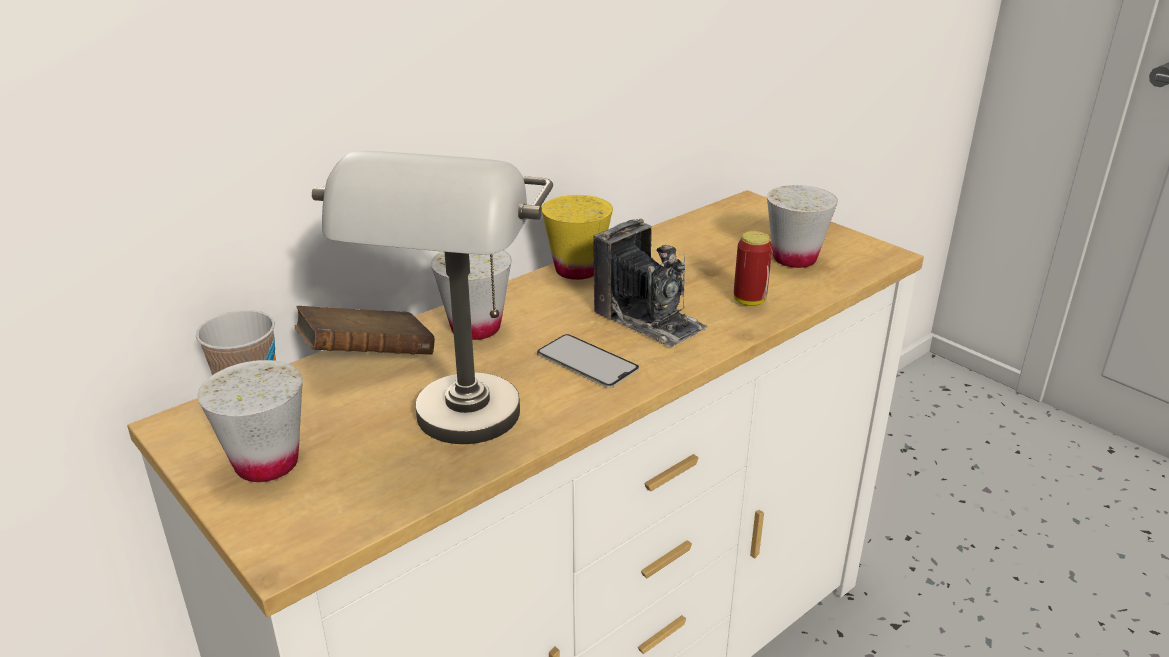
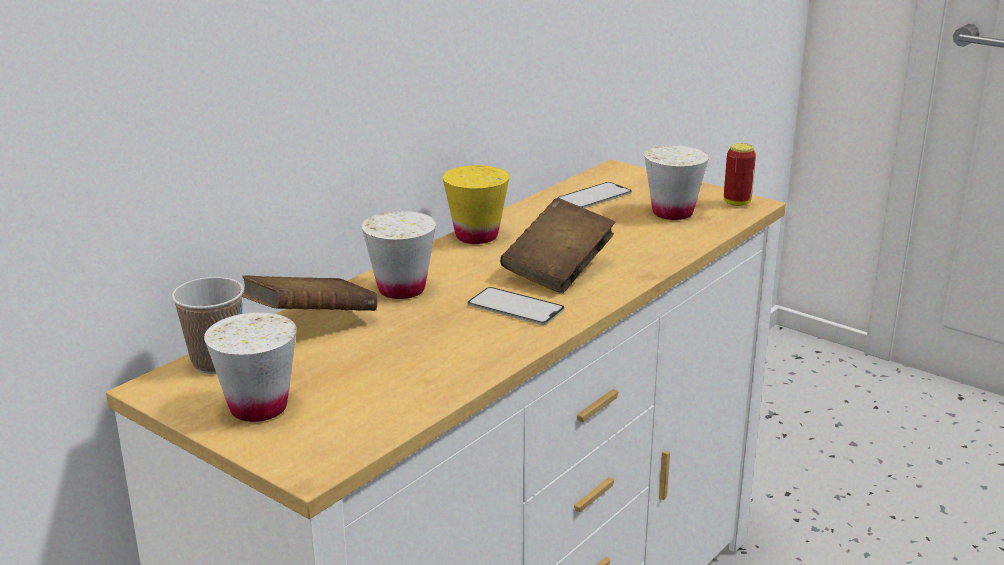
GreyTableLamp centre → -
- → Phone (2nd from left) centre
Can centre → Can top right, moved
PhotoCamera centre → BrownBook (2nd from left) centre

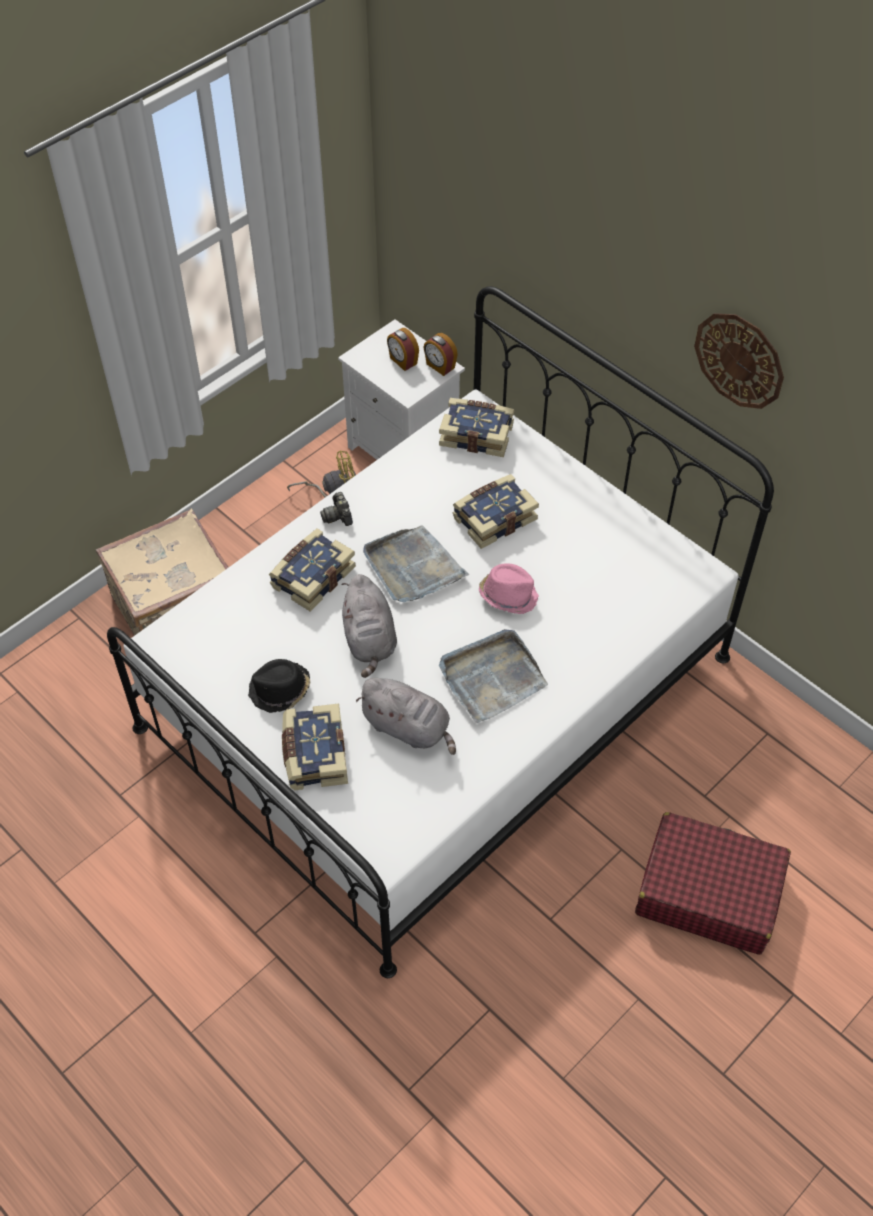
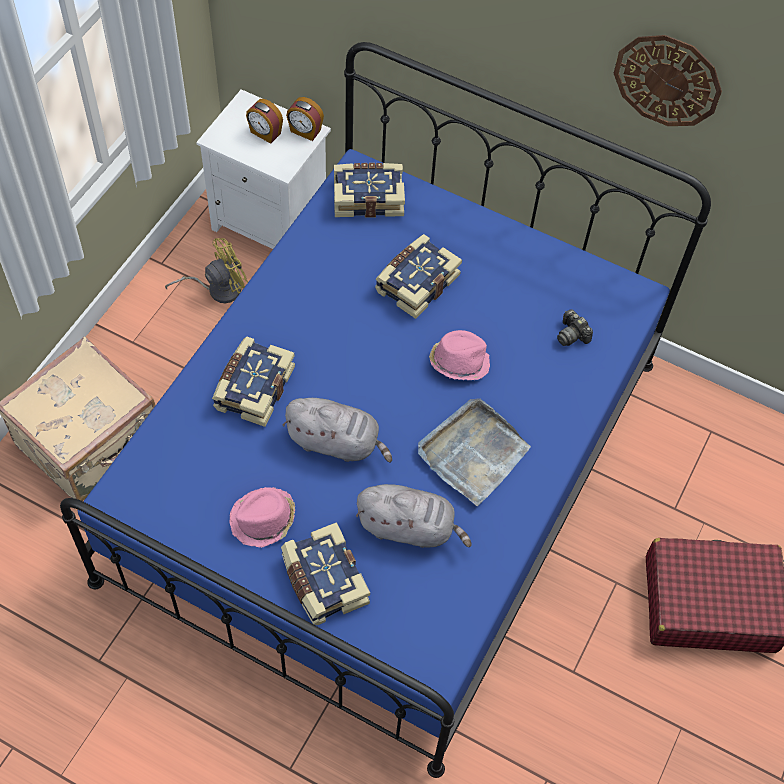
GreyTray (1st from left) centre → -
PhotoCamera centre → PhotoCamera middle right, moved
WhiteBed centre → BlueBed centre
BlackHat middle left → PinkHat (1st from left) centre
GreyPlushToy (1st from left) centre, 45 degrees counterclockwise

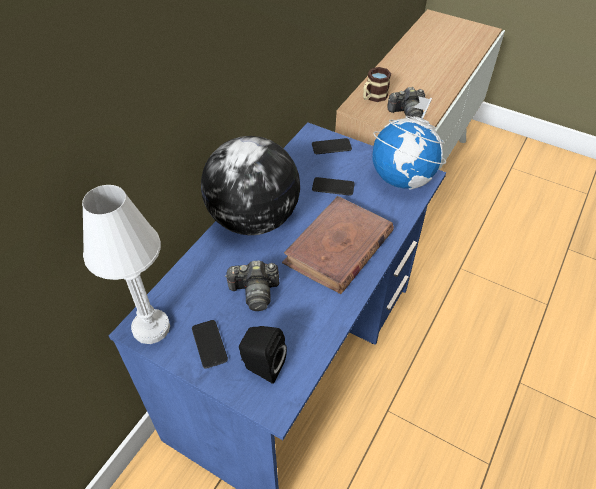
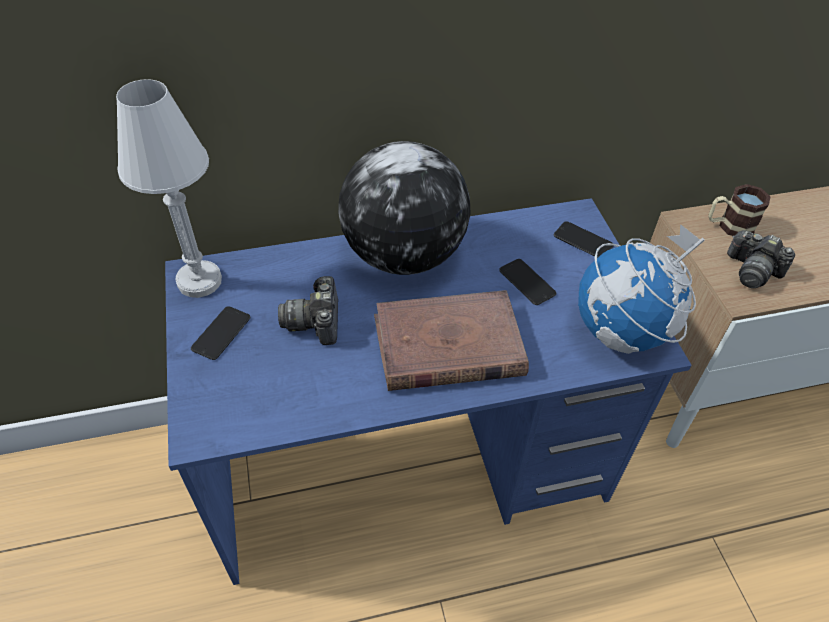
BlackSpeaker bottom centre → -
PhotoCamera (1st from left) centre, 45 degrees clockwise

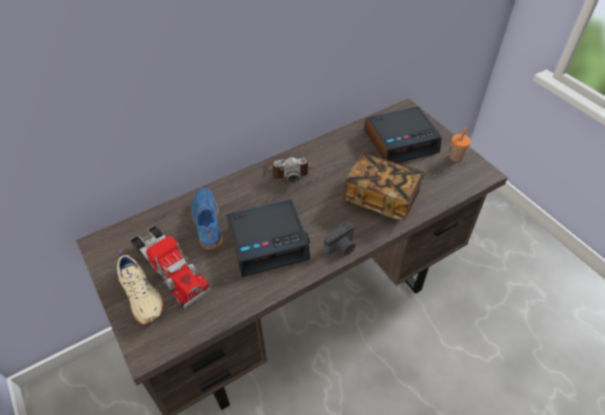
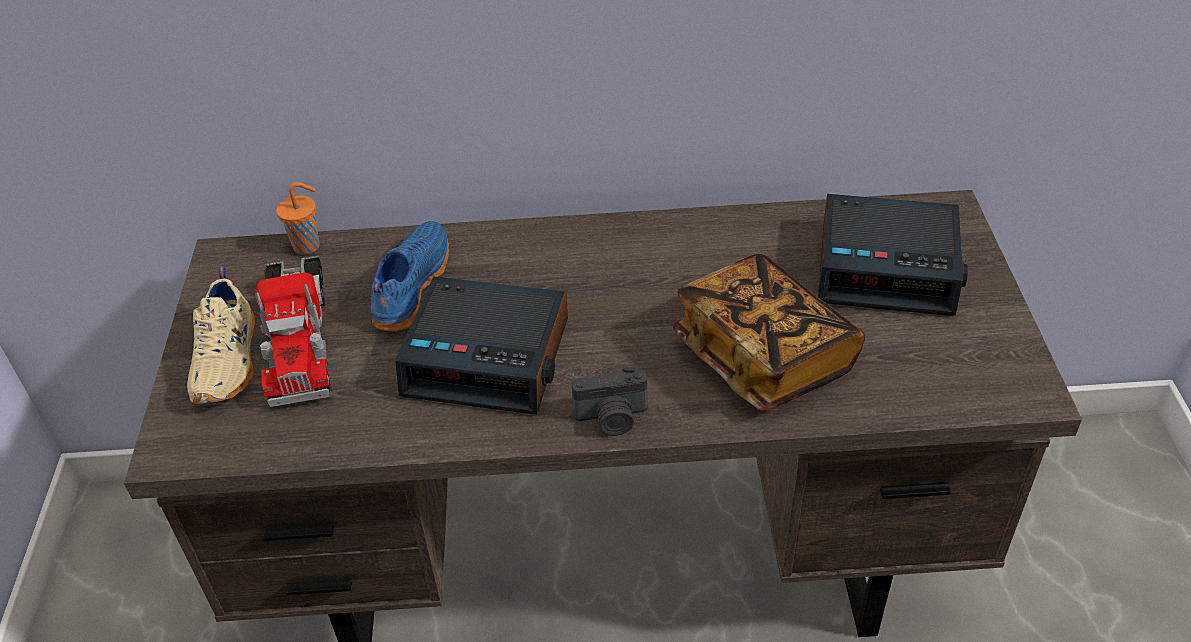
PhotoCamera (1st from left) centre → -
OrangeCup middle right → OrangeCup middle left, moved

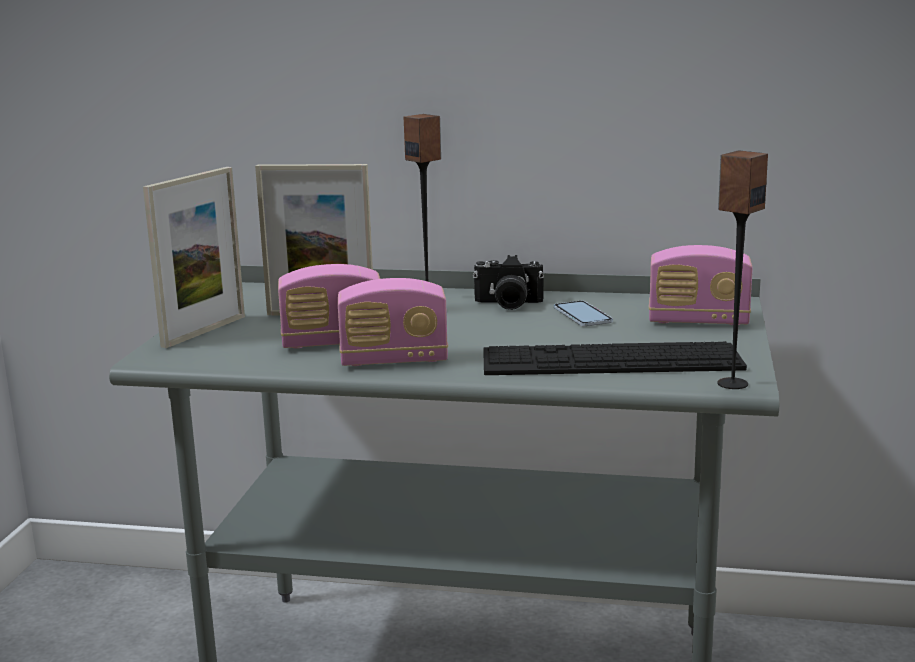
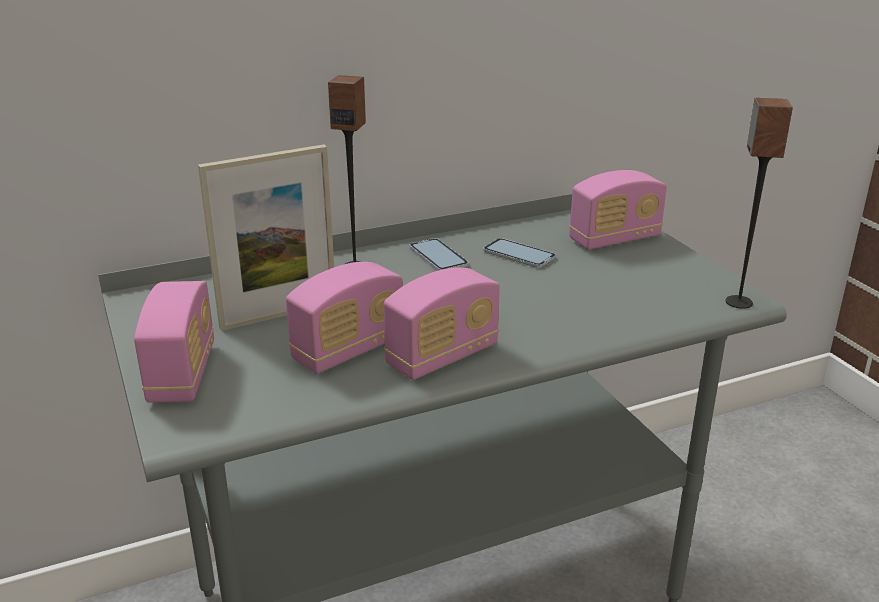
Keyboard middle right → -
PictureFrame (1st from left) middle left → Radio (1st from left) middle left
PhotoCamera centre → Phone (1st from left) centre

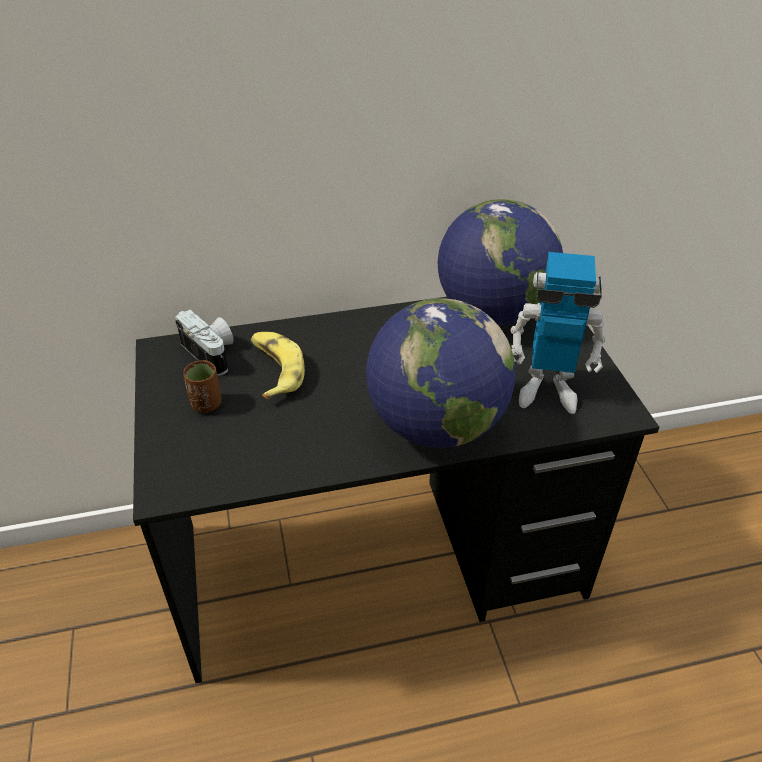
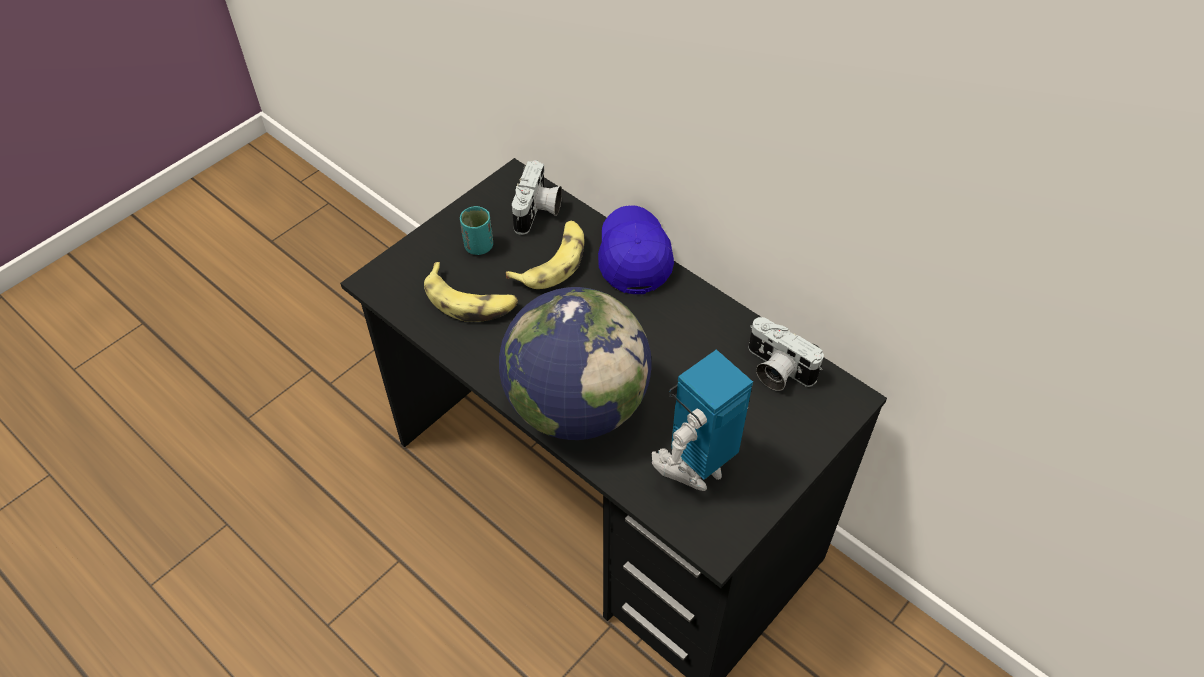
- → Banana (1st from left) centre
- → BlueCap centre
Globe (2nd from left) centre → PhotoCamera (2nd from left) centre
BrownCup middle left → TurquoiseCup centre
ToyRobot middle right → ToyRobot centre, 75 degrees clockwise

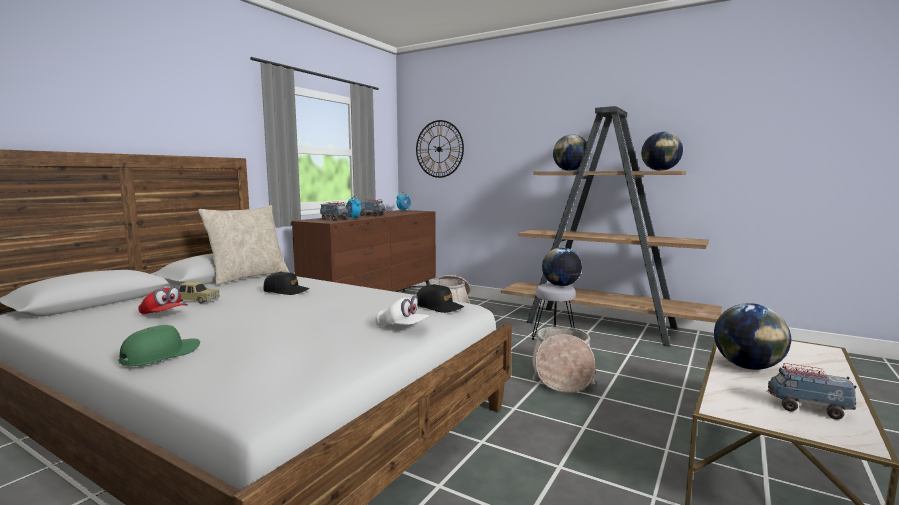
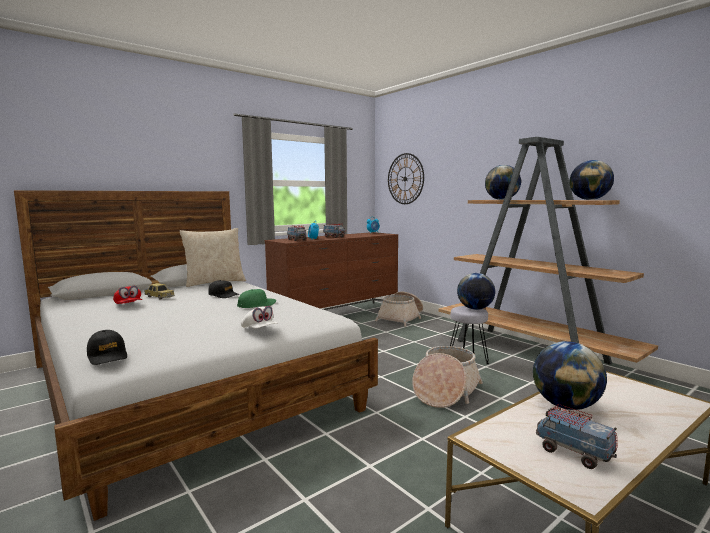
GreenCap bottom left → GreenCap centre, moved
BlackCap (2nd from left in the first image) centre → BlackCap (1st from left) middle left, moved

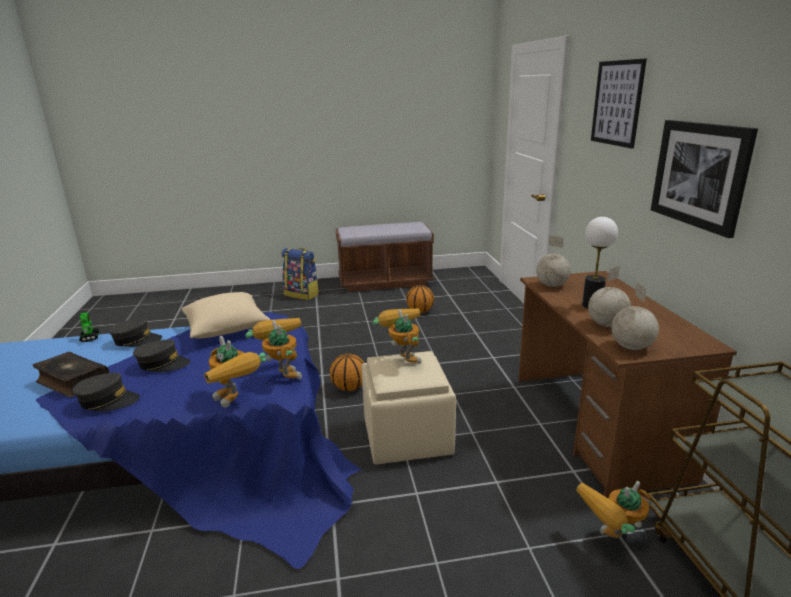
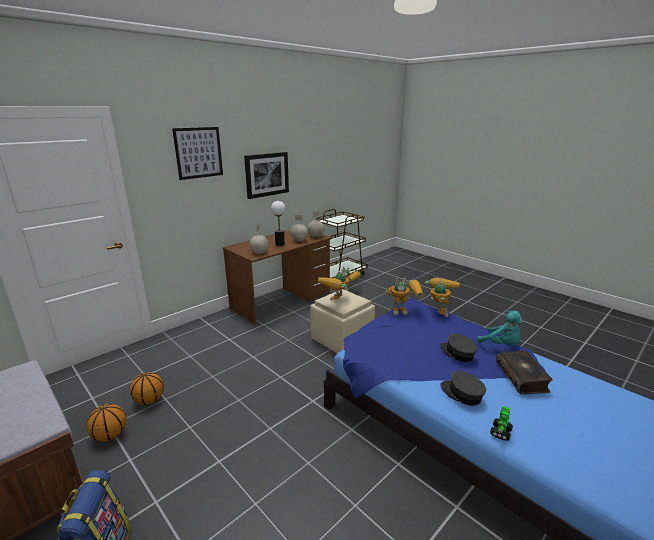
BeigePillow middle left → -
Basketball (1st from left) centre → Basketball (1st from left) bottom left, moved
GreyCap (1st from left) middle left → TurquoisePlushToy middle right
ToyRobot (3rd from left) centre, 120 degrees counterclockwise

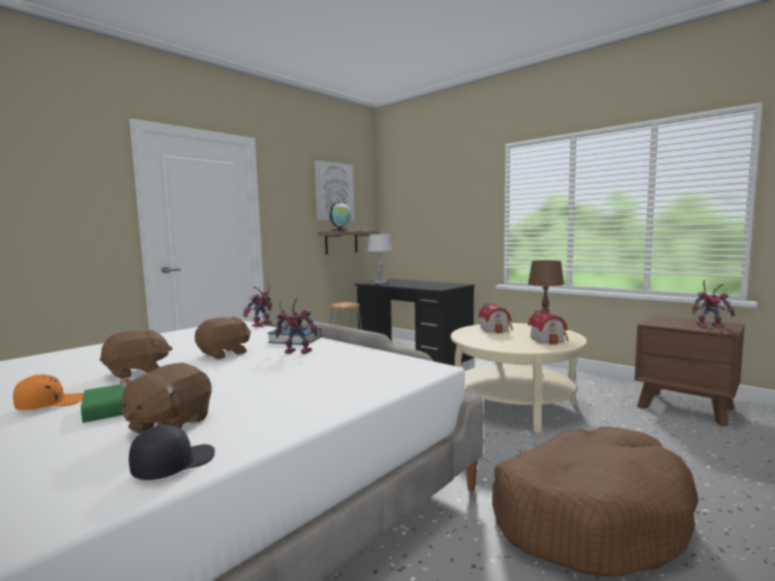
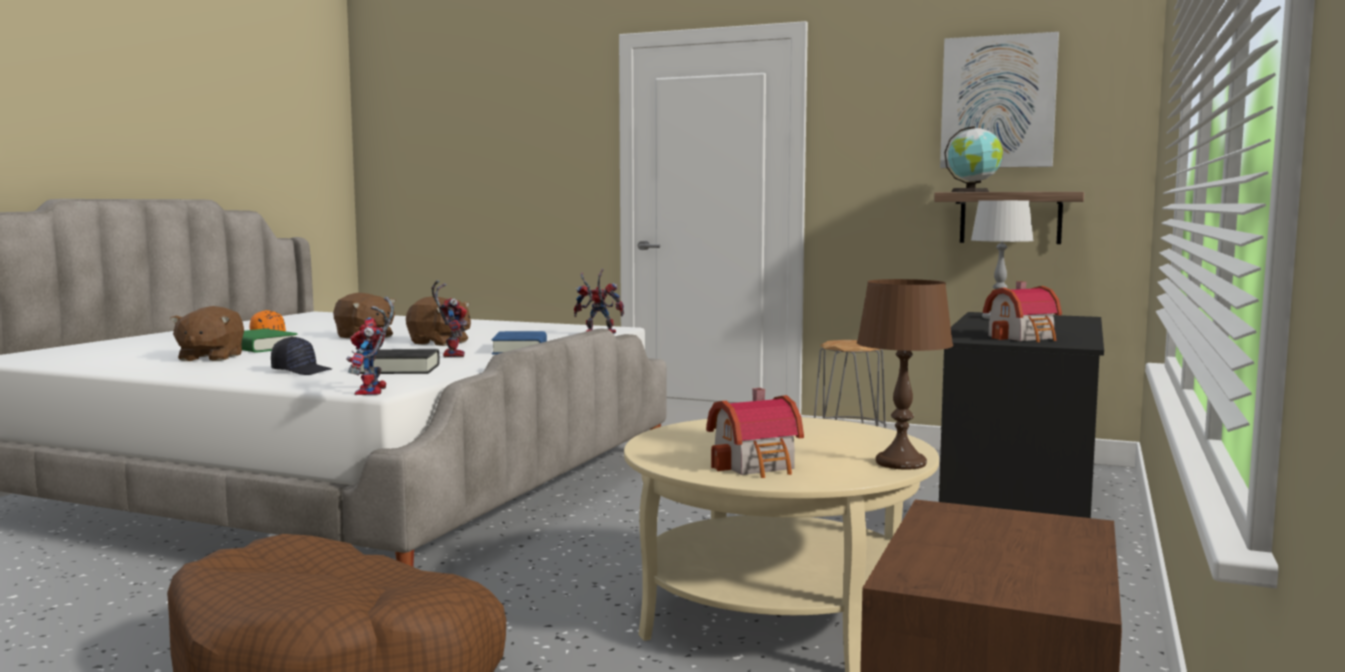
- → BlackBook middle left
BlackCap bottom left → BlackCap middle left, moved
ToyHouse (1st from left in the first image) centre → ToyHouse (2nd from left) middle right, moved
ToyRobot (3rd from left in the first image) middle right → ToyRobot (1st from left) middle left, moved
BrownPlushToy (2nd from left in the first image) bottom left → BrownPlushToy (1st from left) middle left, 90 degrees counterclockwise

